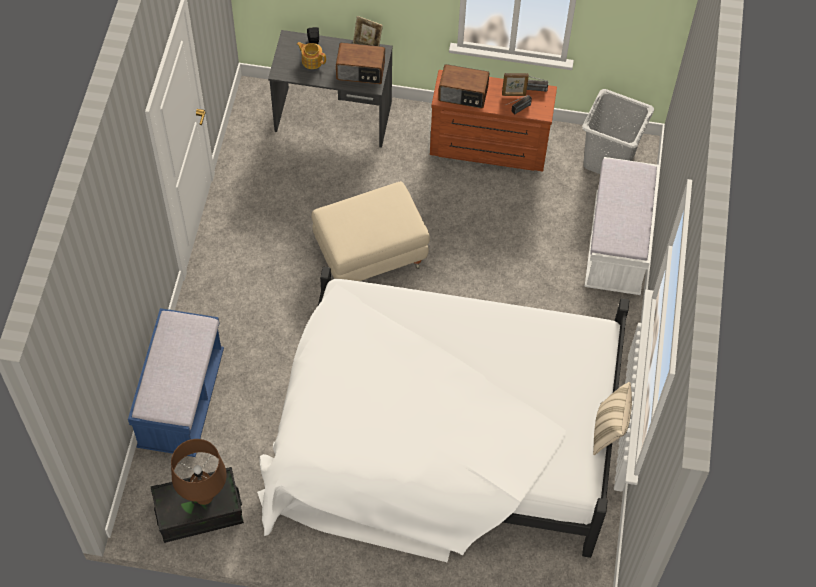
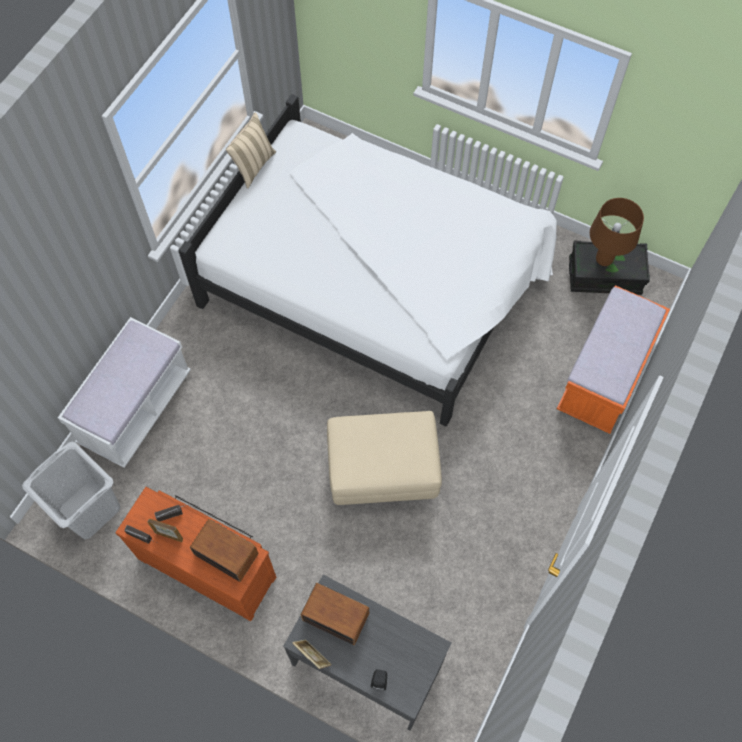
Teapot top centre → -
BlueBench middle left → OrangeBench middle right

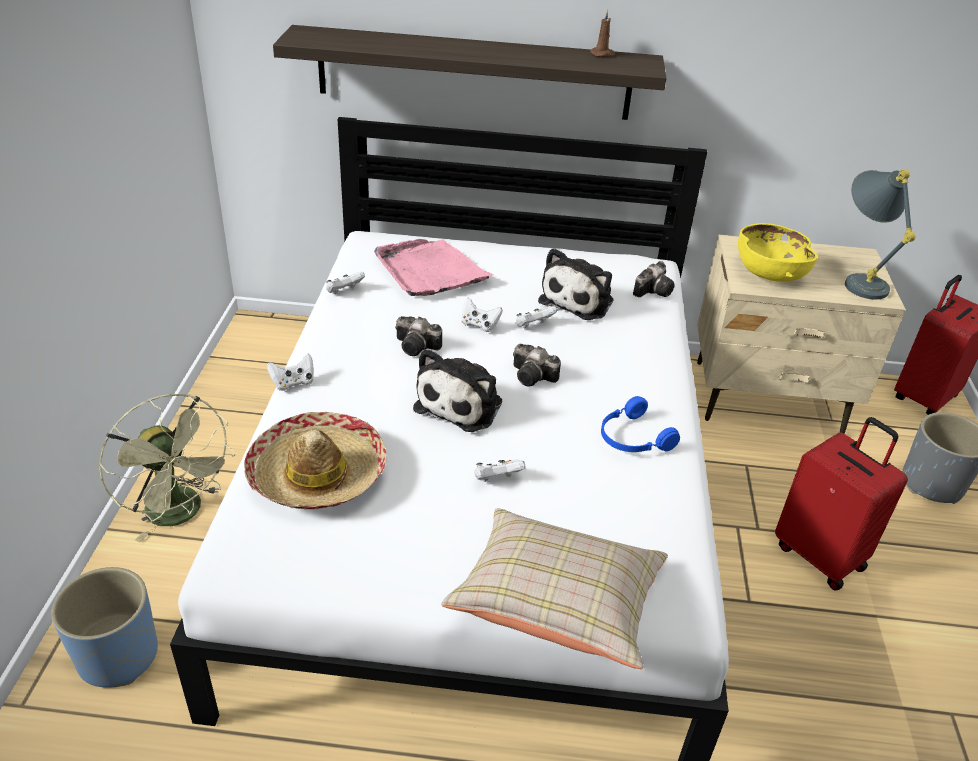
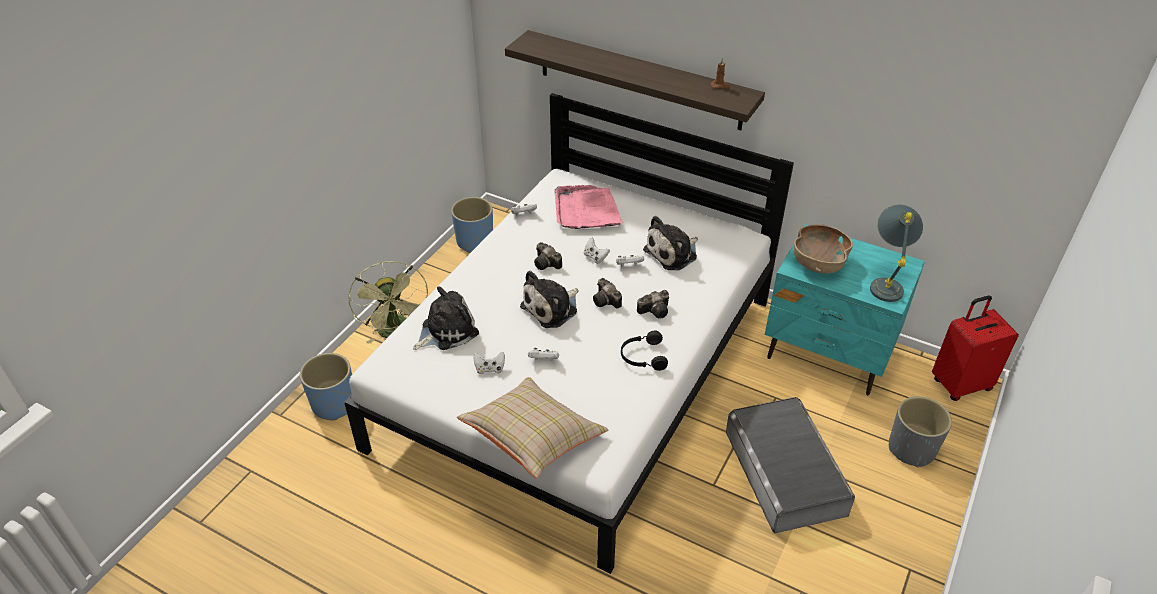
- → BluePlanter (2nd from left) centre
WhiteGameController (1st from left) middle left → WhiteGameController (1st from left) centre, moved
PhotoCamera (3rd from left) middle right → PhotoCamera (3rd from left) centre, moved
Hat middle left → PlushToy (1st from left) centre
RedSuitcase (1st from left) middle right → GreyStorageBox bottom right
BlueHeadphones centre → BlackHeadphones centre
BeigeNightstand middle right → TurquoiseNightstand middle right
YellowBowl top right → BrownBowl middle right

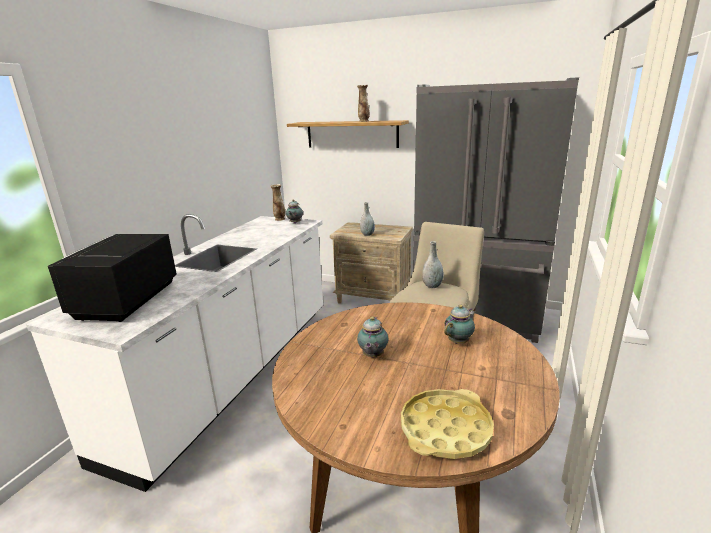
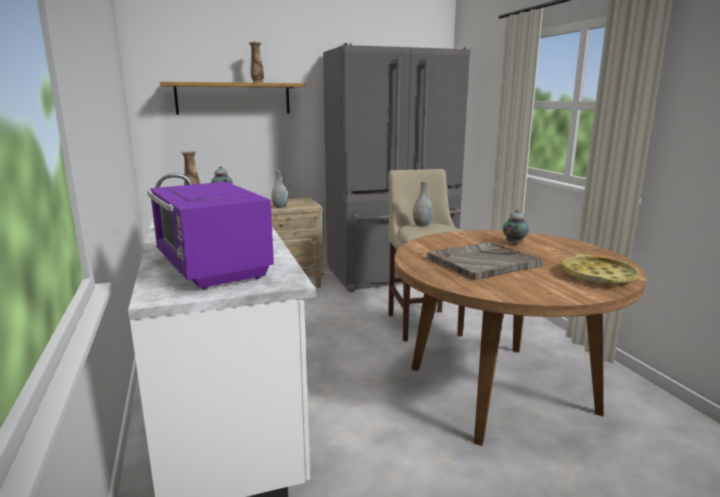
Teapot (2nd from left) centre → GreyTray middle right
BlackMicrowave middle left → PurpleMicrowave middle left

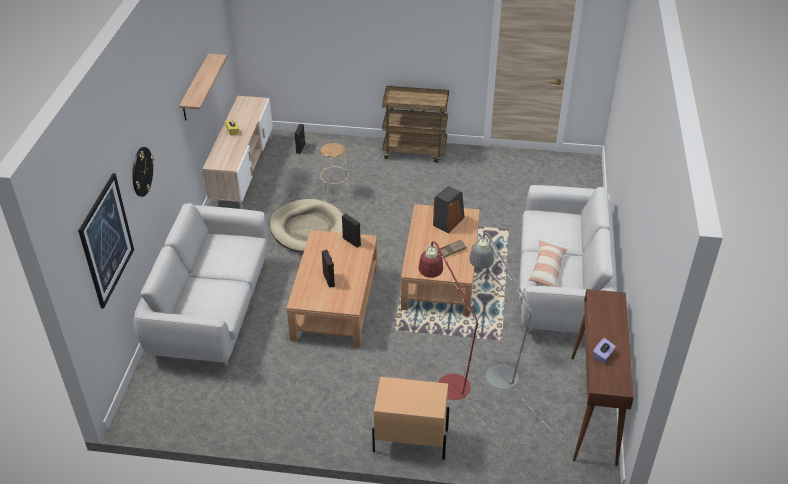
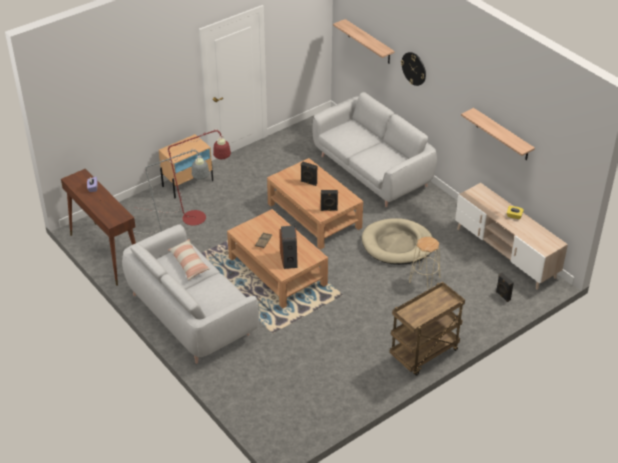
Picture middle left → Shelf (1st from left) top centre

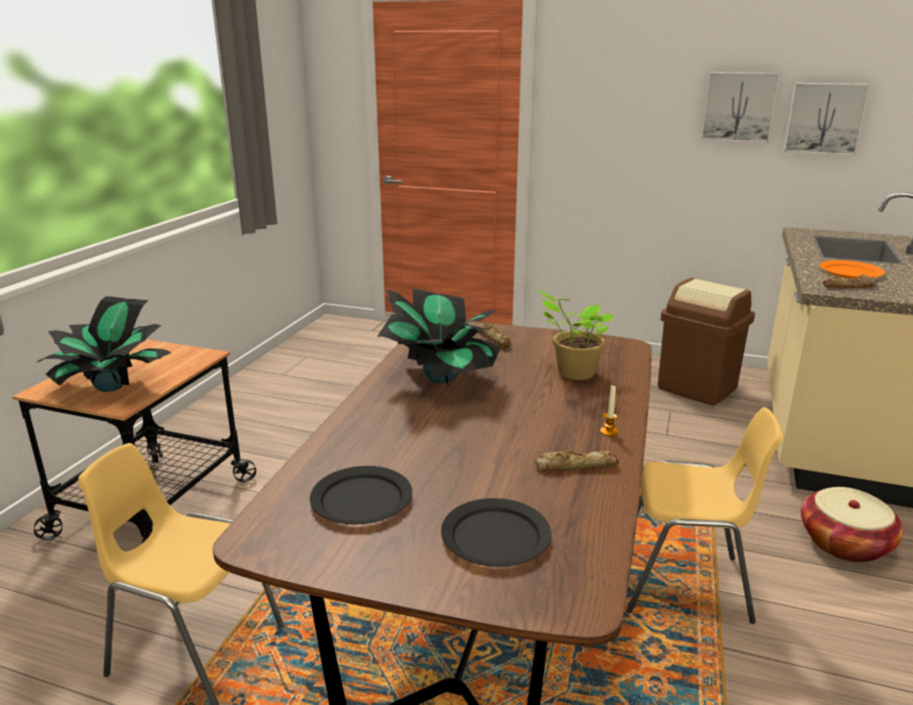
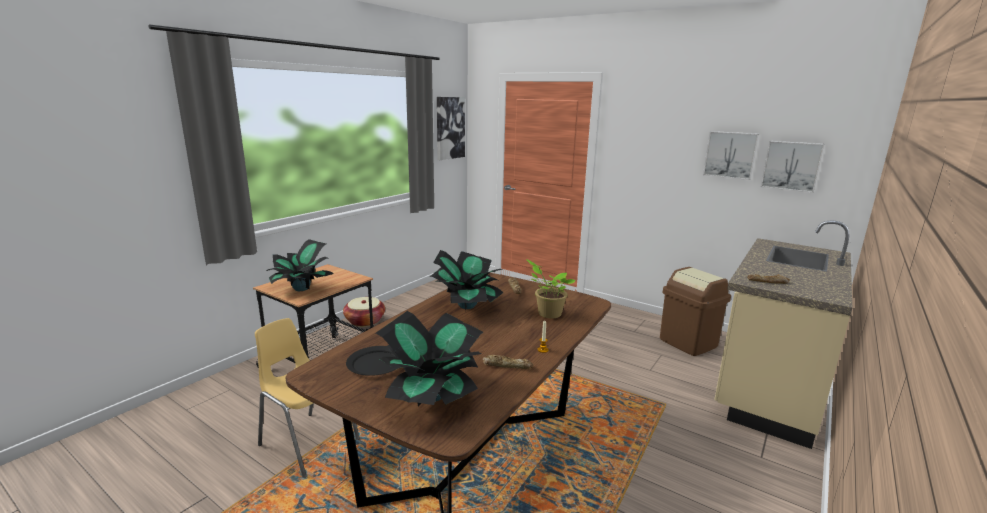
YellowChair (2nd from left) bottom right → -
OrangePlate middle right → -
- → Picture (1st from left) top centre
Basket bottom right → Basket centre, moved
BlackPlate (2nd from left) bottom centre → PottedPlant (2nd from left) bottom centre

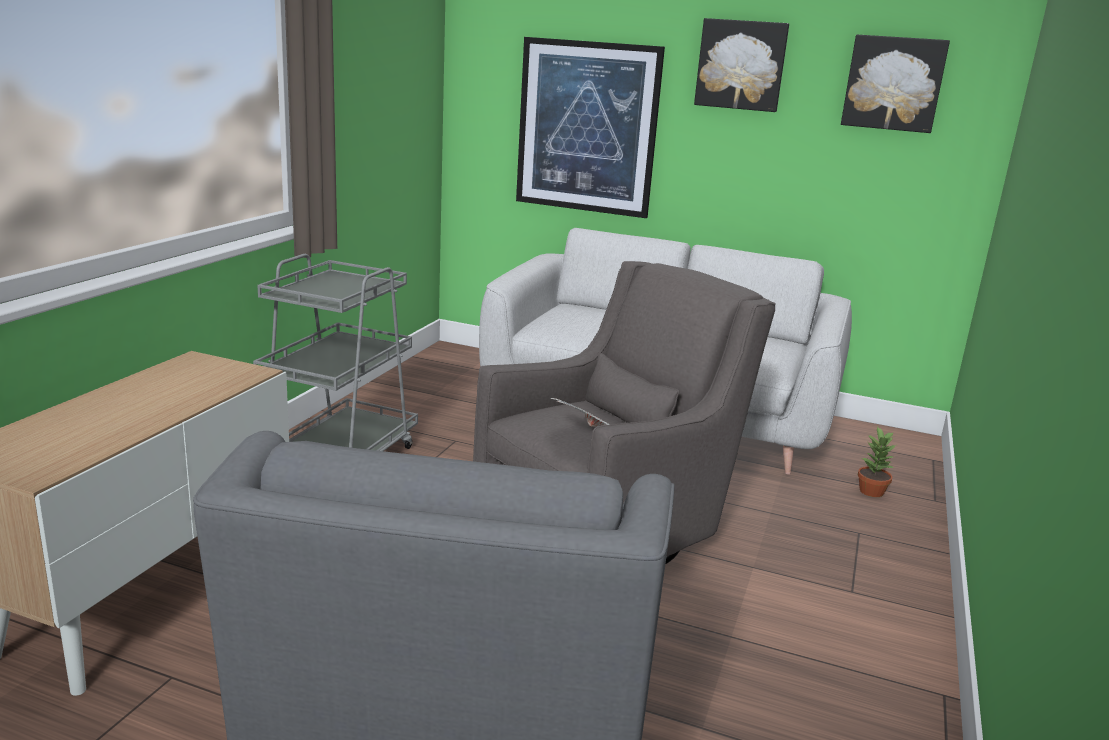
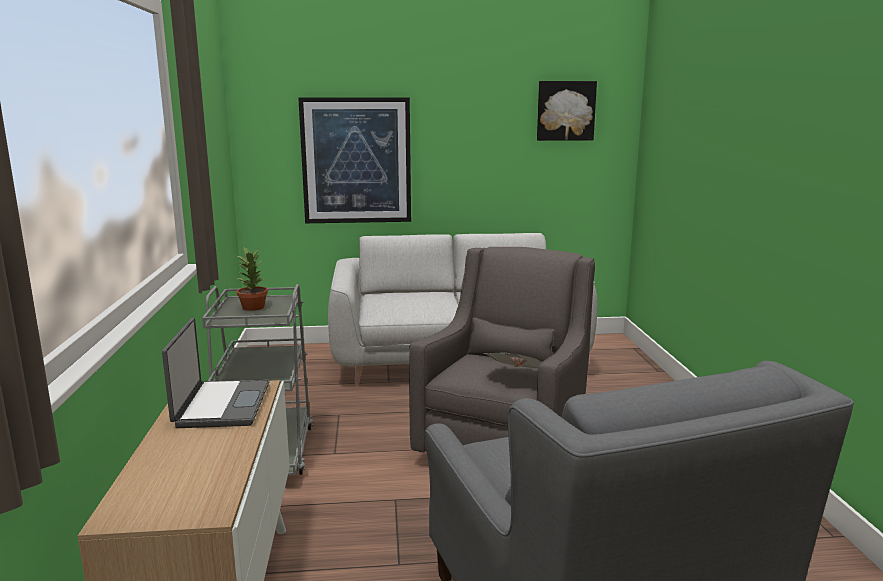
Picture (2nd from left) top right → -
- → Laptop middle left
PottedPlant middle right → PottedPlant middle left, moved

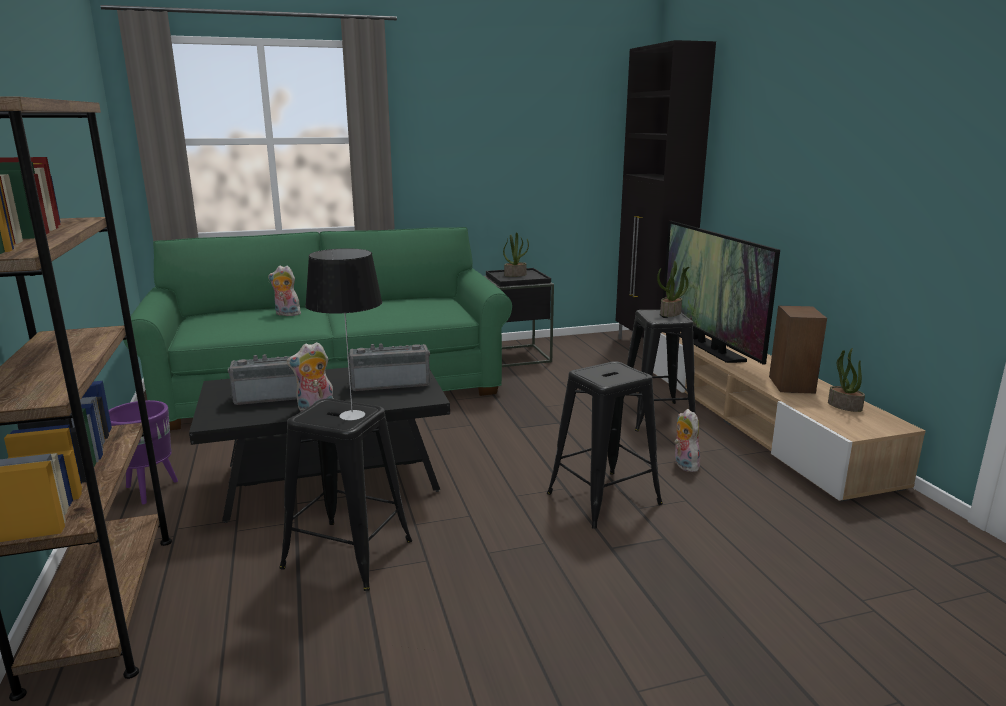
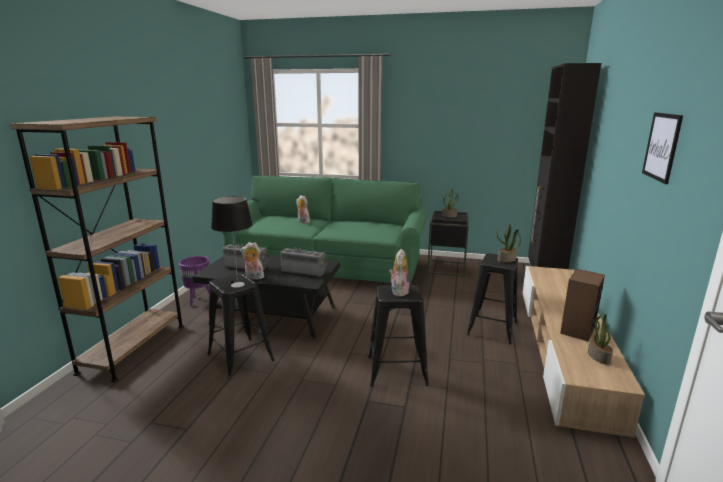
Television middle right → -
- → Picture top right
PlushToy (3rd from left) middle right → PlushToy (3rd from left) centre, moved

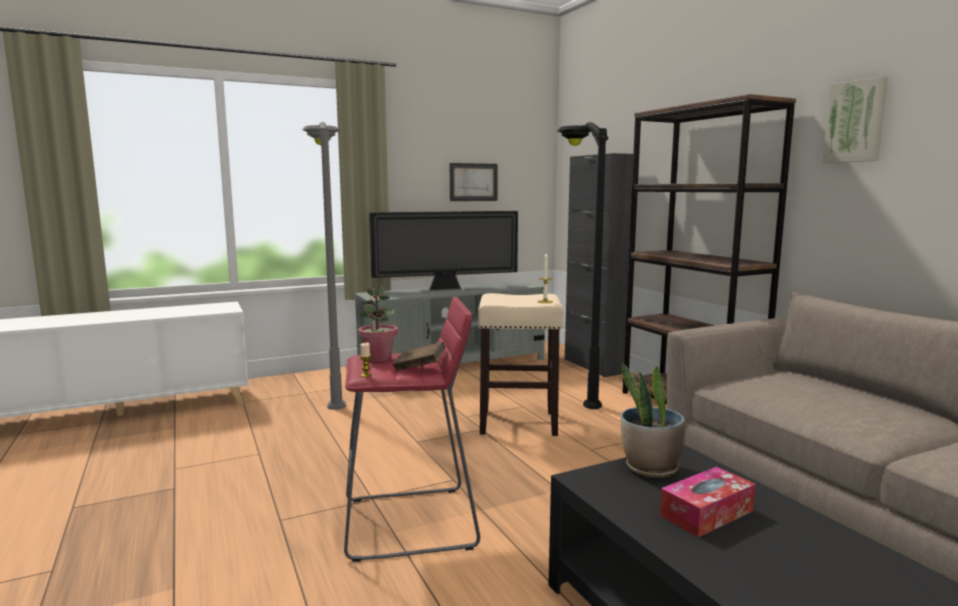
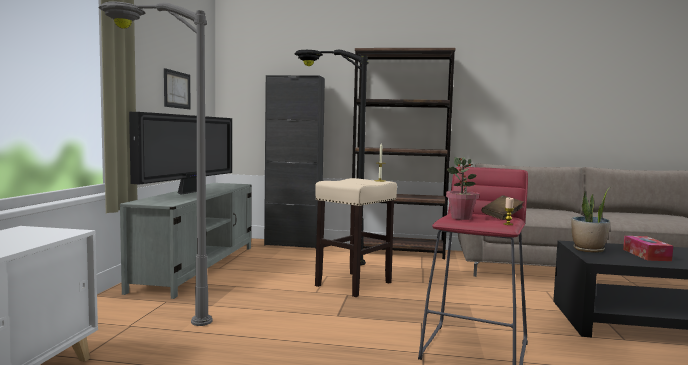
Picture (2nd from left) top right → -

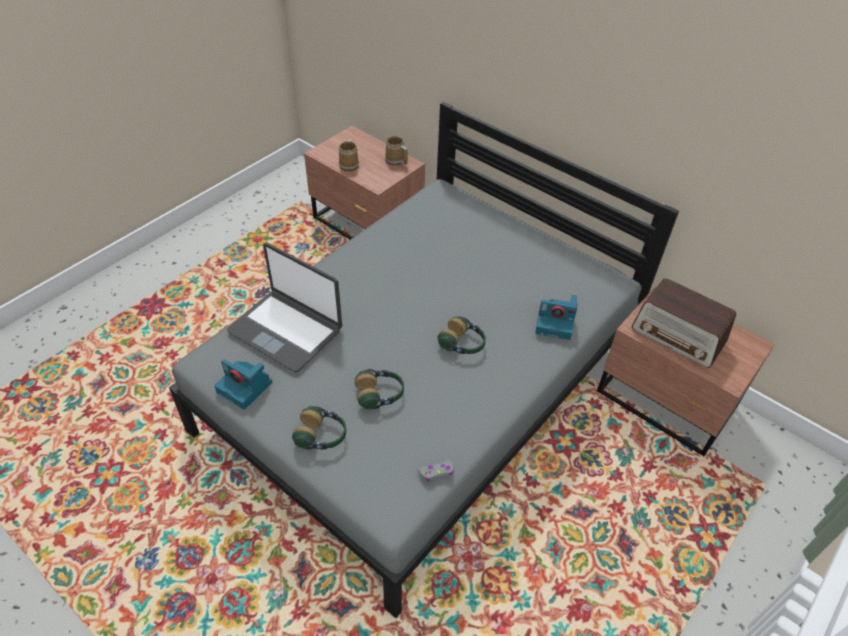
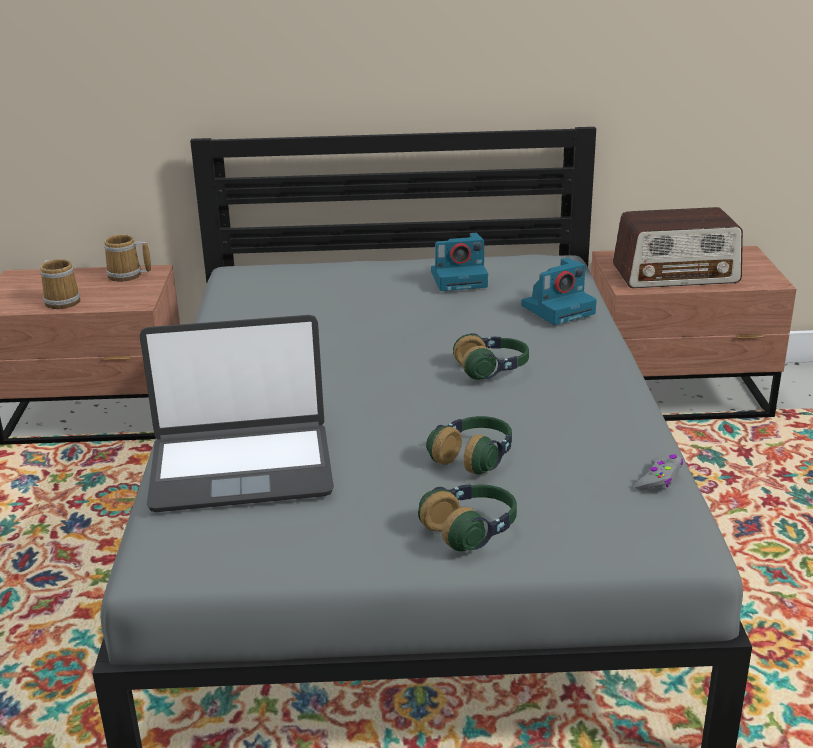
PhotoCamera (1st from left) middle left → PhotoCamera (1st from left) centre, moved

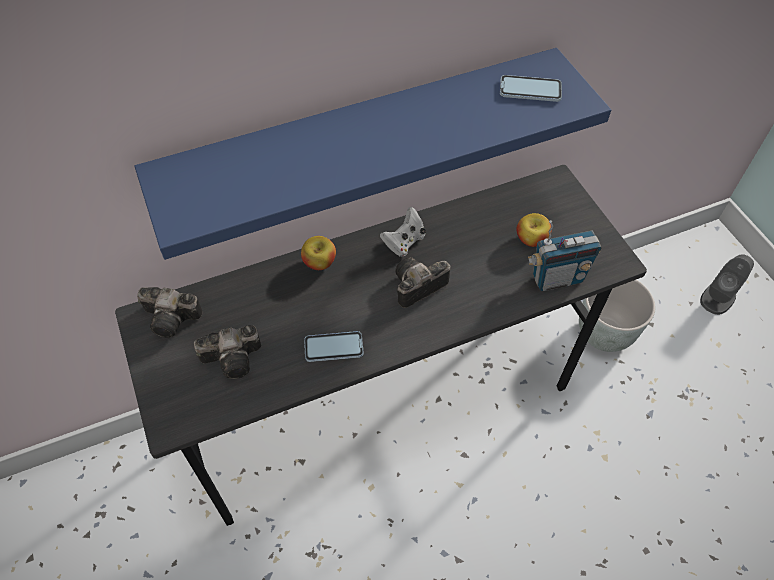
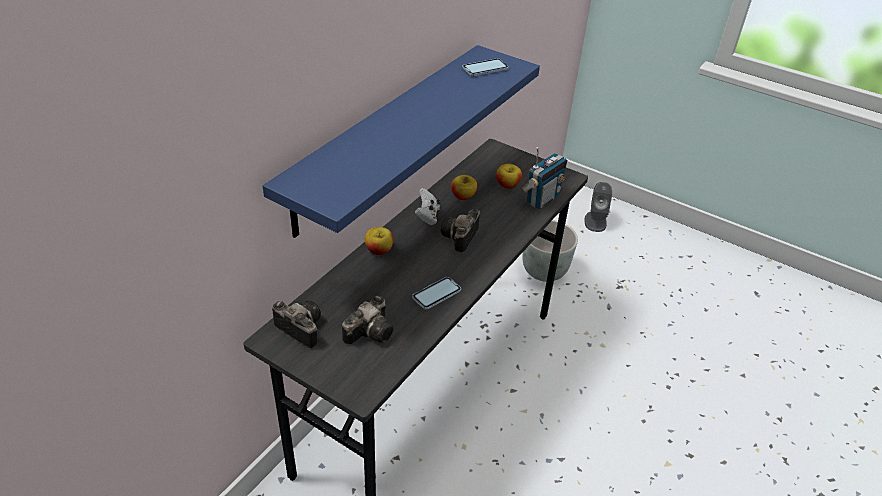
- → Apple (2nd from left) centre
PhotoCamera (1st from left) middle left → PhotoCamera (1st from left) centre, 120 degrees counterclockwise

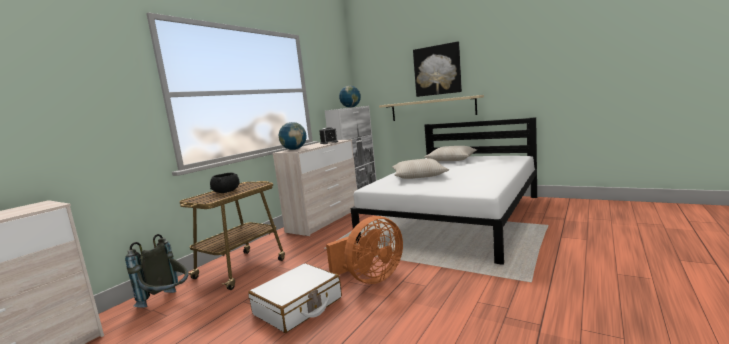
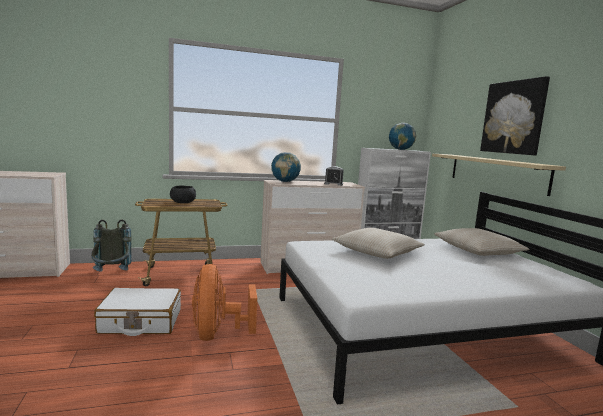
OrangeFan bottom centre, 75 degrees clockwise

